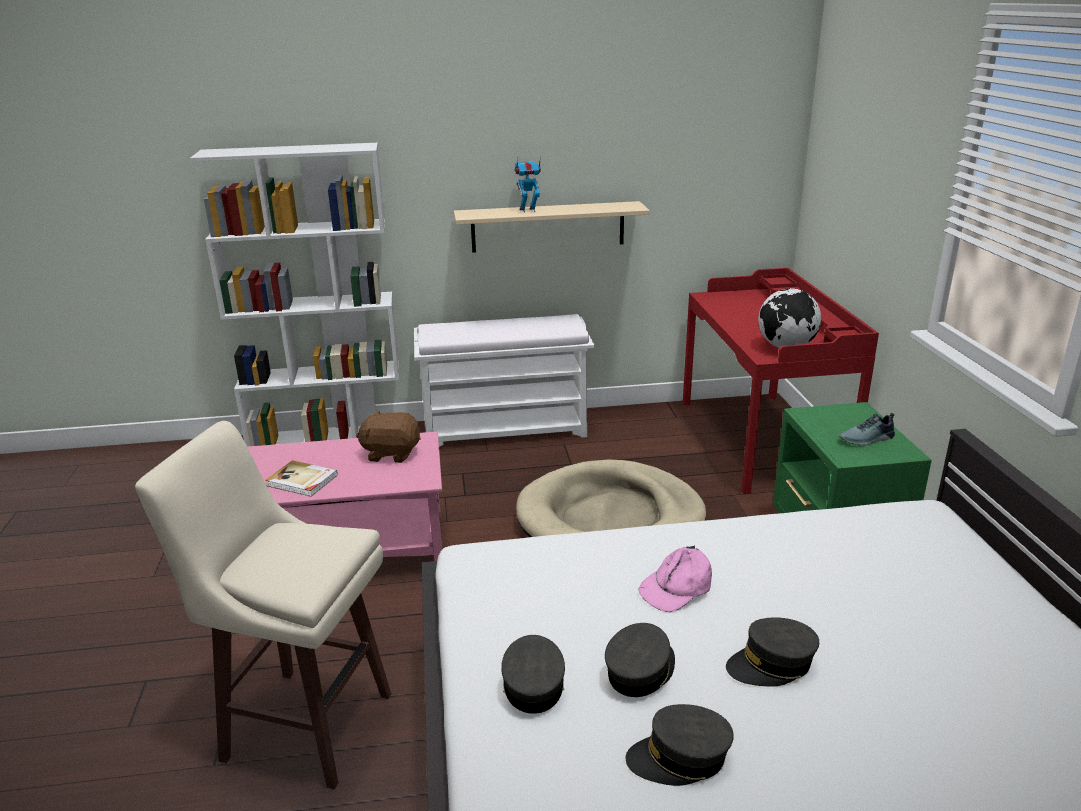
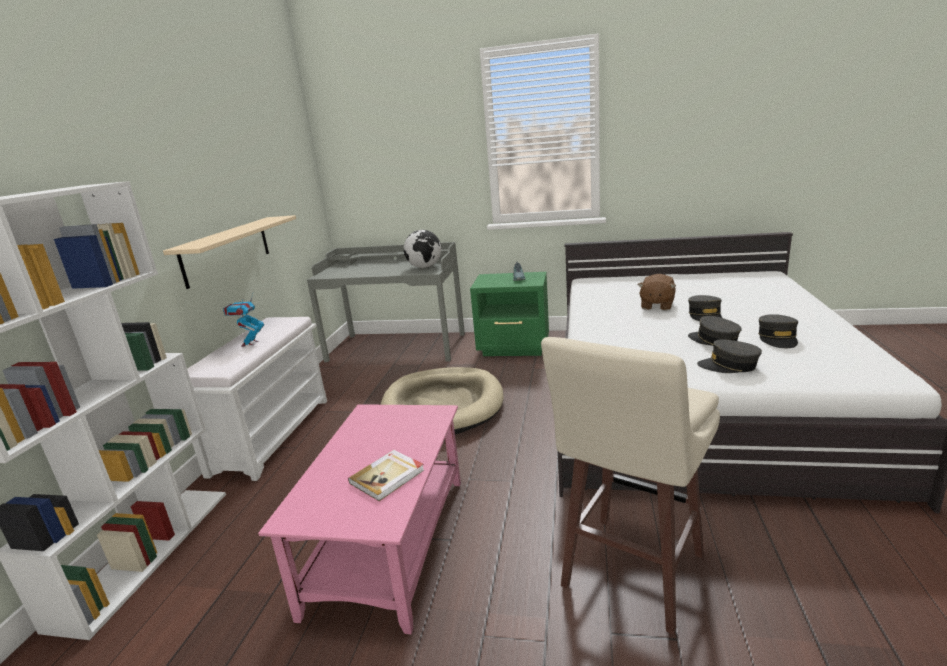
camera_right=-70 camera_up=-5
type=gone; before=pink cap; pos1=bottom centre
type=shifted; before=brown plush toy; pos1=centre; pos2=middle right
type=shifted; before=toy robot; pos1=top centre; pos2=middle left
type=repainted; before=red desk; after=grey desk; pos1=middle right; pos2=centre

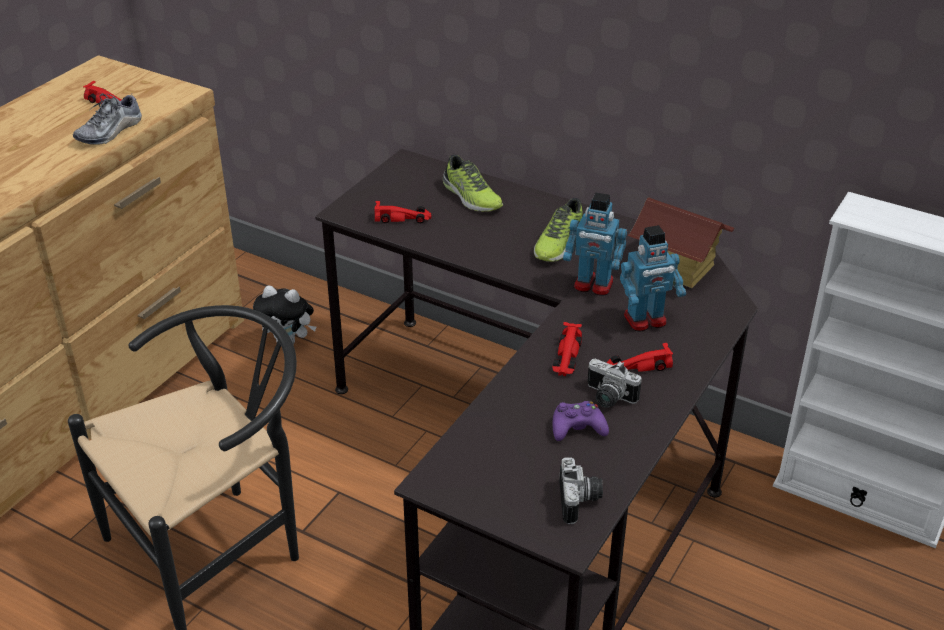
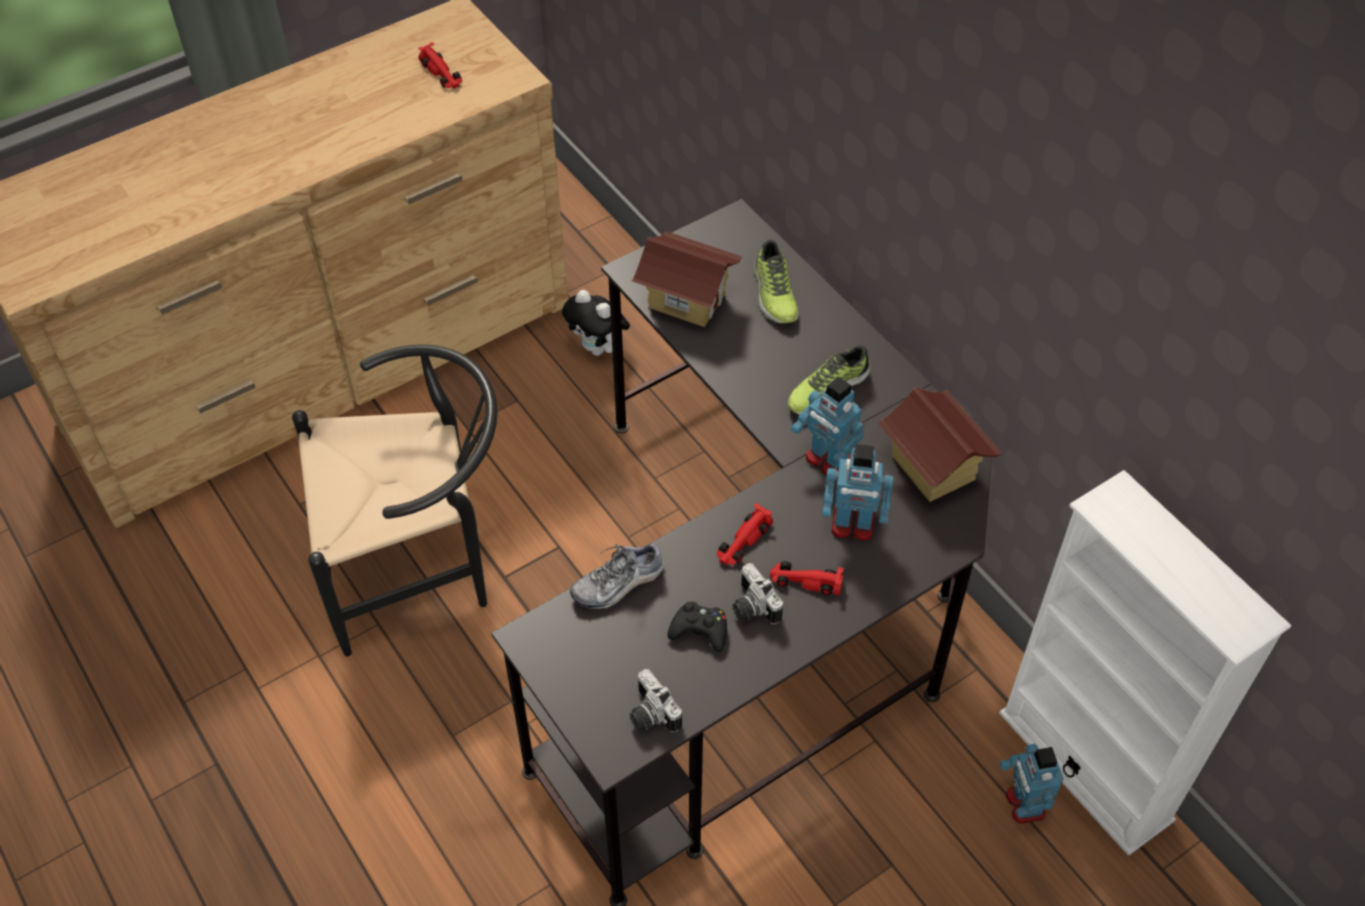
camera_right=25 camera_up=15
type=new; after=toy robot (no. 3 from left); pos2=bottom right
type=shifted; before=shoe (no. 1 from left); pos1=top left; pos2=centre
type=swapped; before=red toy car (no. 2 from left); after=toy house (no. 1 from left); pos1=centre; pos2=top centre
type=repainted; before=purple game controller; after=black game controller; pos1=bottom centre; pos2=bottom centre
type=rotated; before=photo camera (no. 1 from left); pos1=bottom centre; pos2=bottom centre; turn=120

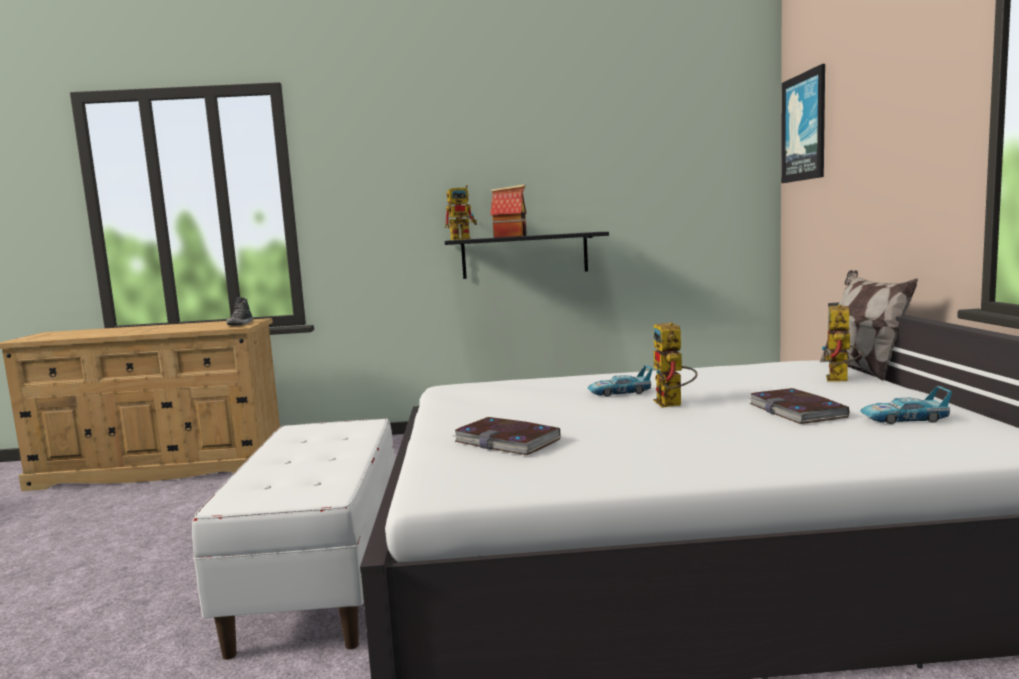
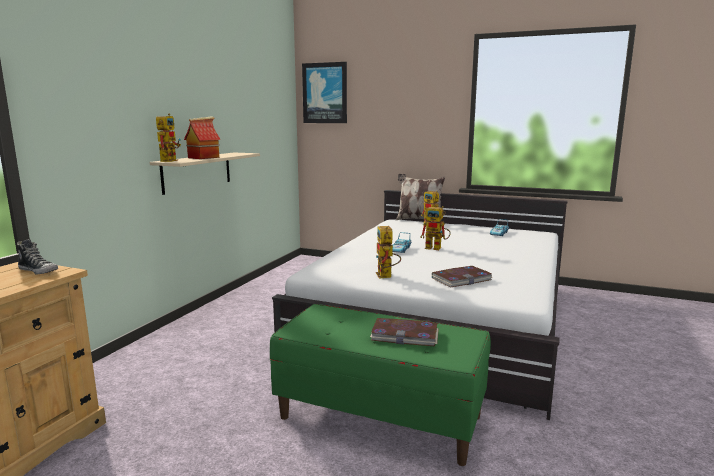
camera_right=-65 camera_up=5
type=new; after=toy robot (no. 2 from left); pos2=centre
type=shifted; before=book (no. 2 from left in the first image); after=book (no. 1 from left); pos1=middle right; pos2=bottom centre
type=repainted; before=white bench; after=green bench; pos1=bottom left; pos2=bottom centre
type=repainted; before=black shelf; after=beige shelf; pos1=centre; pos2=middle left

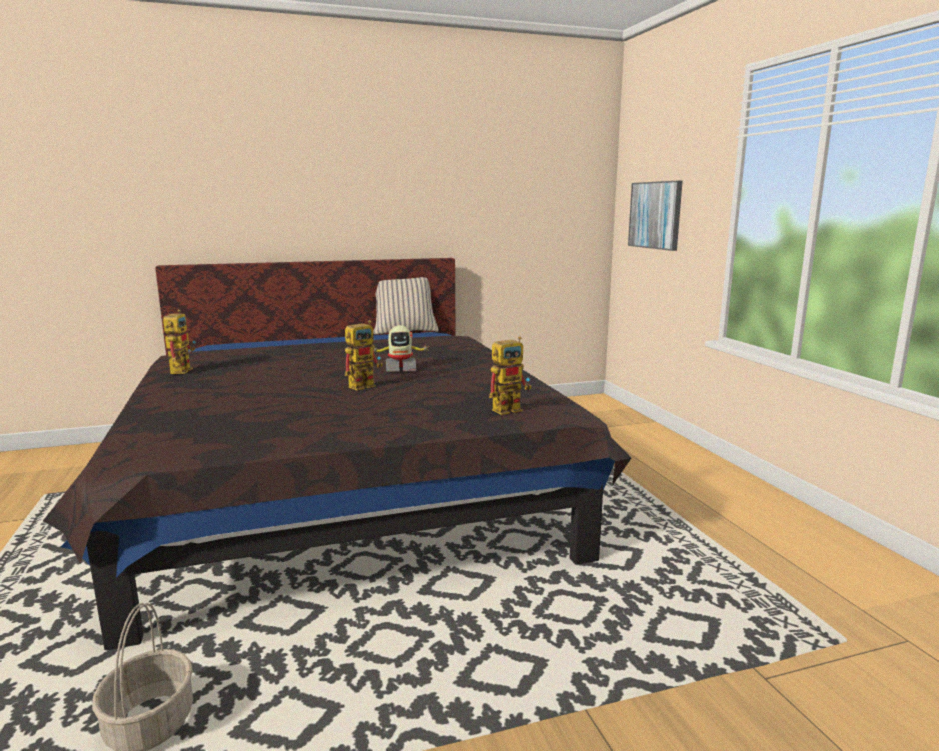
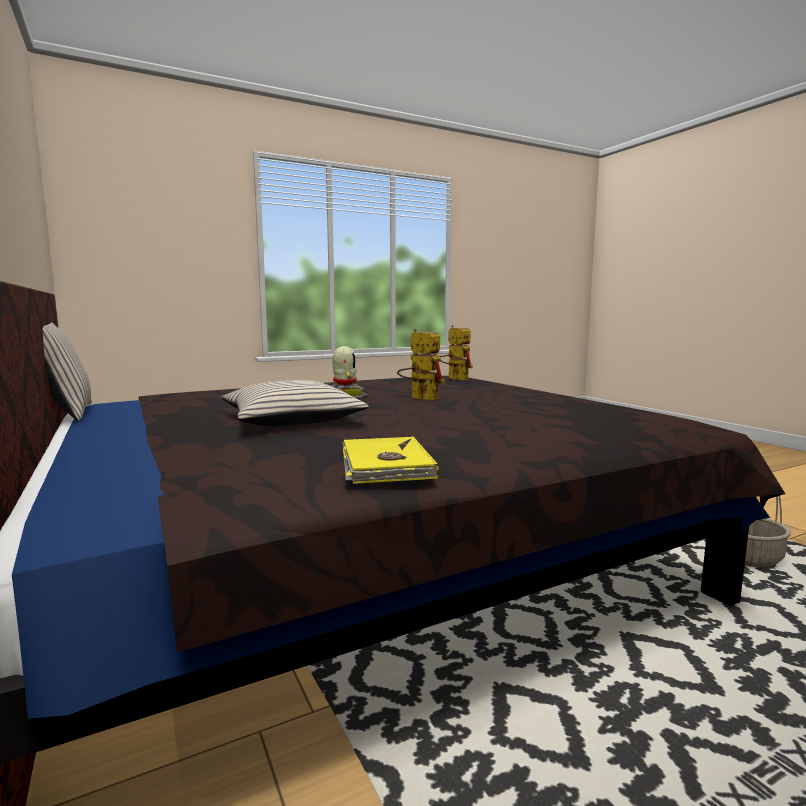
camera_right=-100 camera_up=-5
type=gone; before=picture; pos1=top right
type=new; after=beige pillow (no. 2 from left); pos2=centre
type=swapped; before=toy robot (no. 1 from left); after=yellow book; pos1=middle left; pos2=centre

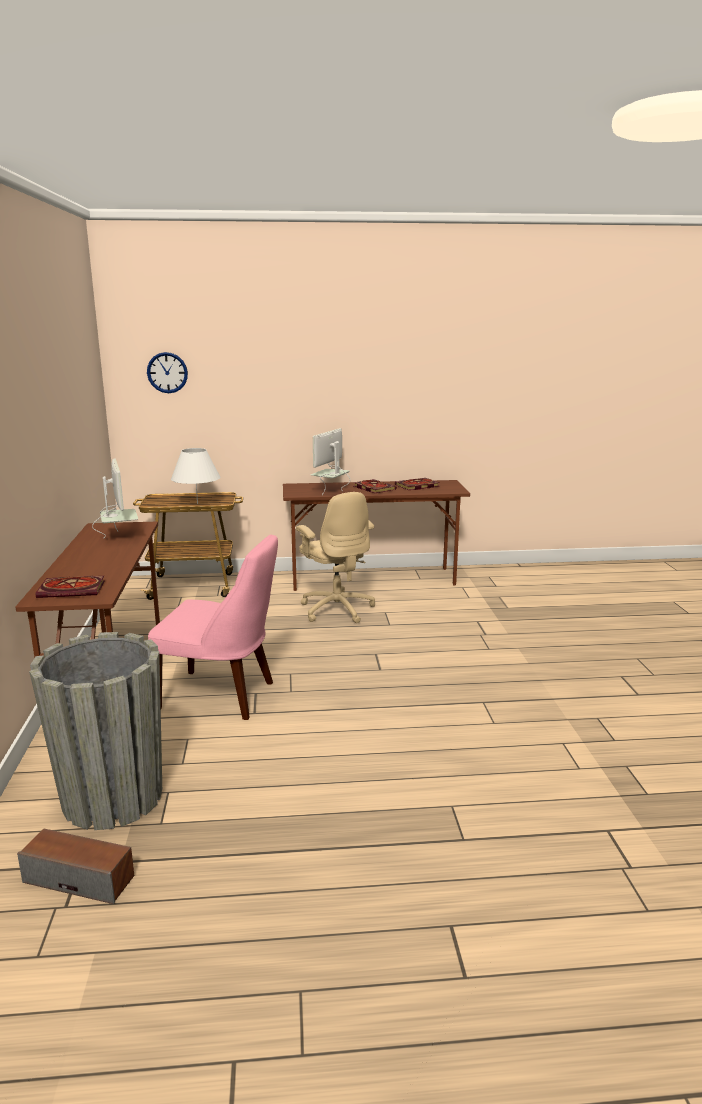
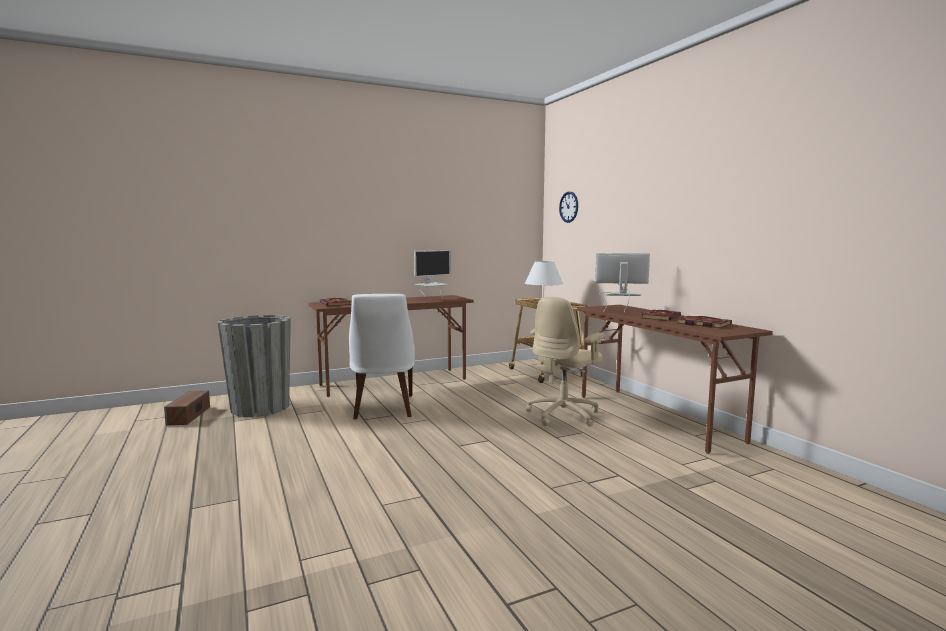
camera_right=70 camera_up=-10
type=repainted; before=pink chair; after=white chair; pos1=middle left; pos2=centre

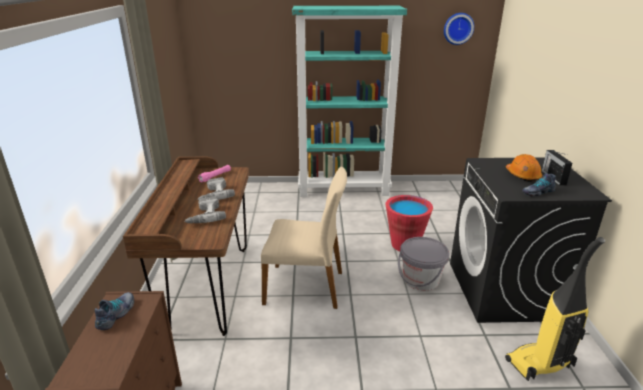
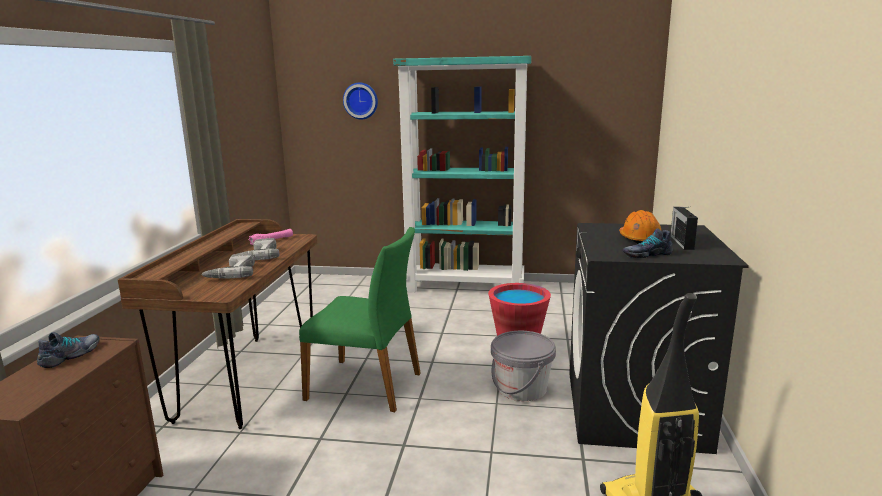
camera_right=10 camera_up=-10
type=shifted; before=wall clock; pos1=top right; pos2=top centre
type=repainted; before=beige chair; after=green chair; pos1=centre; pos2=centre

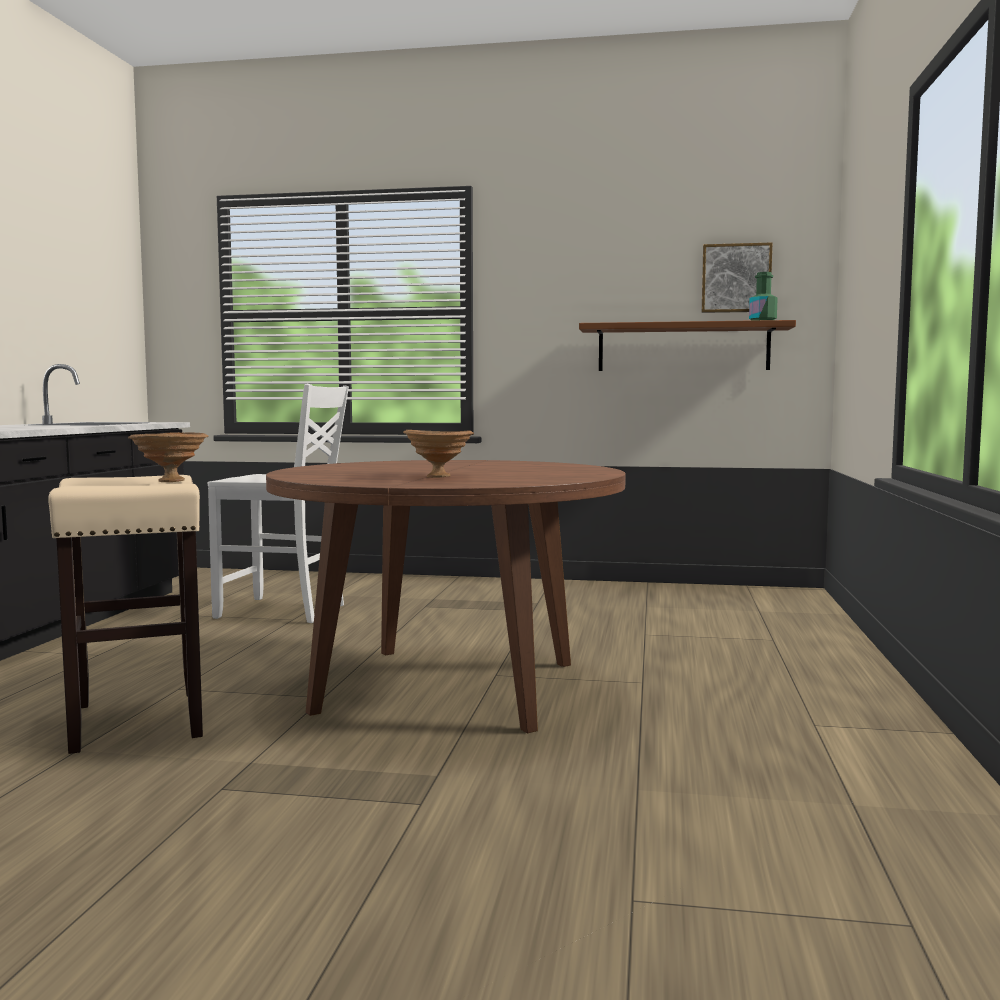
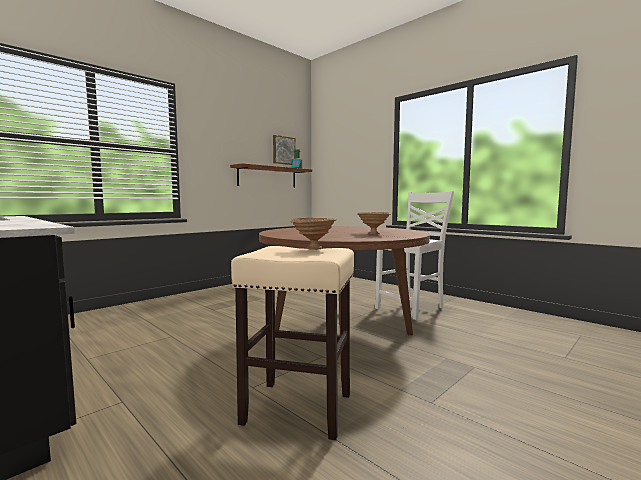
camera_right=-55 camera_up=0
type=shifted; before=white chair; pos1=middle left; pos2=centre

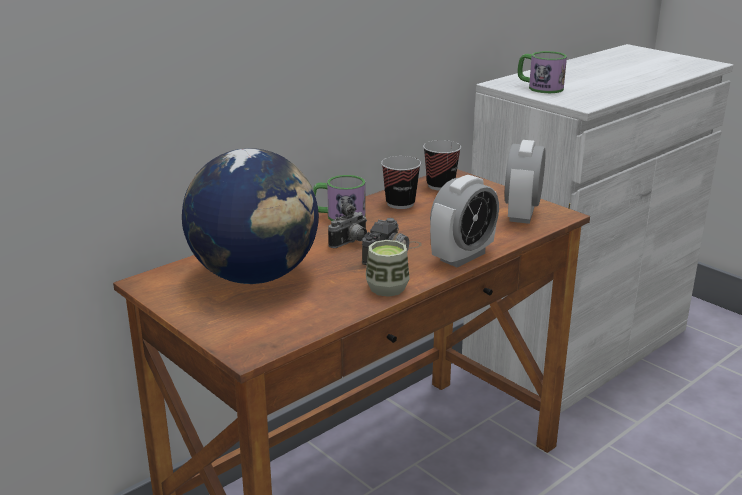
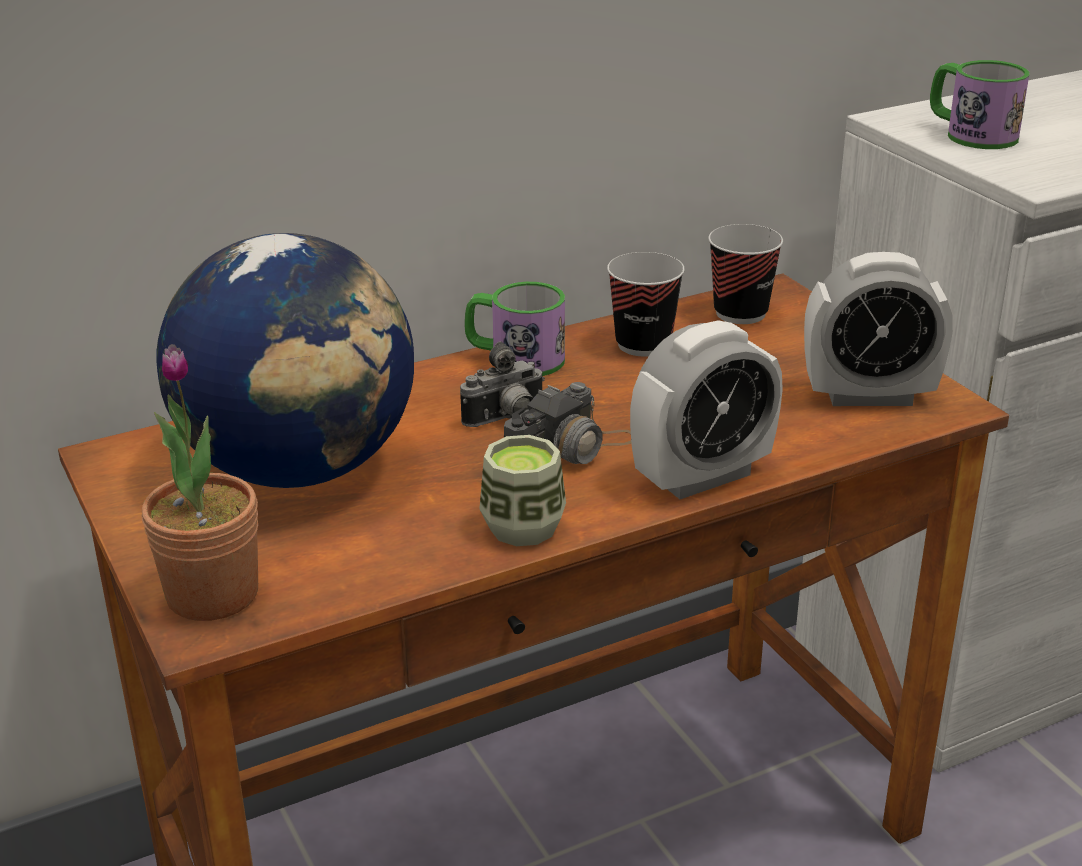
camera_right=15 camera_up=5
type=new; after=potted plant; pos2=middle left
type=rotated; before=alarm clock (no. 2 from left); pos1=middle right; pos2=middle right; turn=-120

